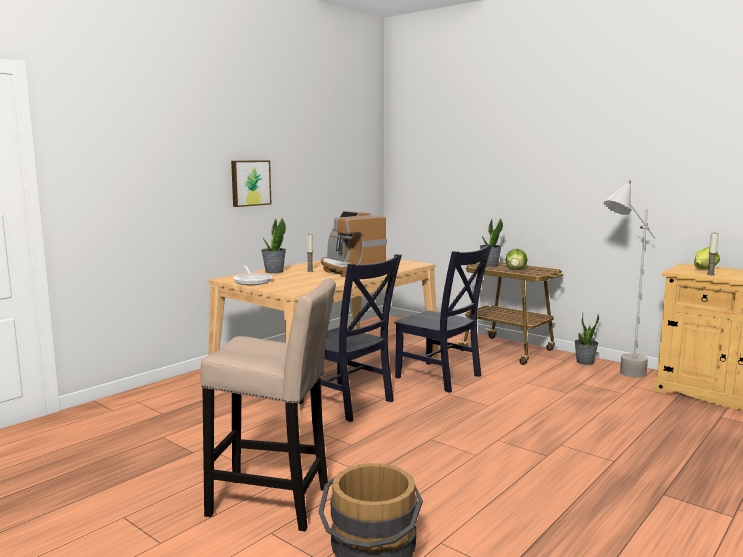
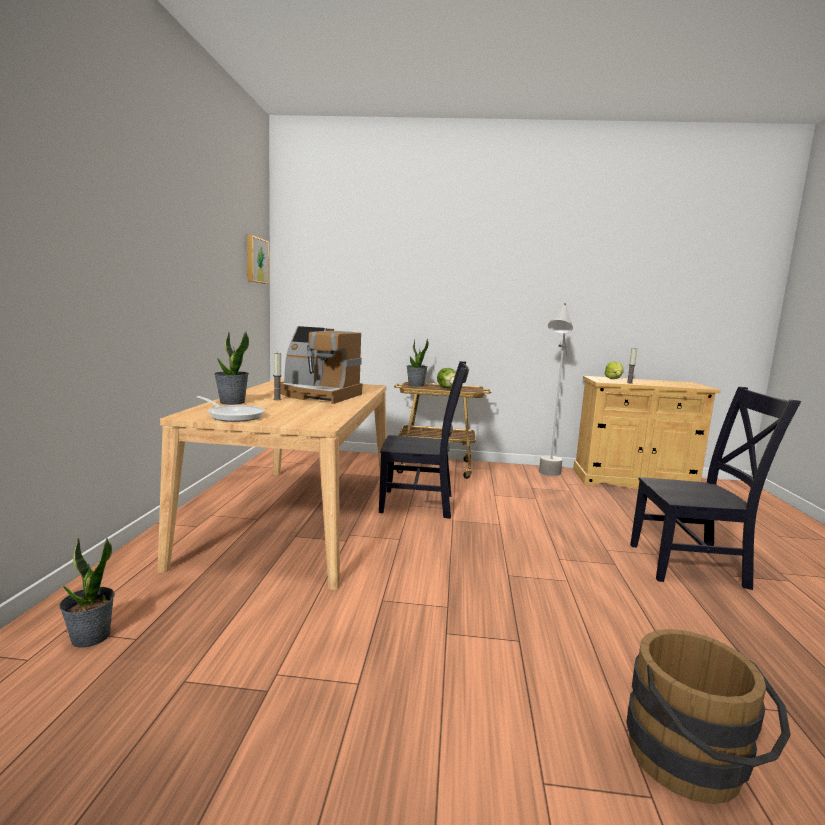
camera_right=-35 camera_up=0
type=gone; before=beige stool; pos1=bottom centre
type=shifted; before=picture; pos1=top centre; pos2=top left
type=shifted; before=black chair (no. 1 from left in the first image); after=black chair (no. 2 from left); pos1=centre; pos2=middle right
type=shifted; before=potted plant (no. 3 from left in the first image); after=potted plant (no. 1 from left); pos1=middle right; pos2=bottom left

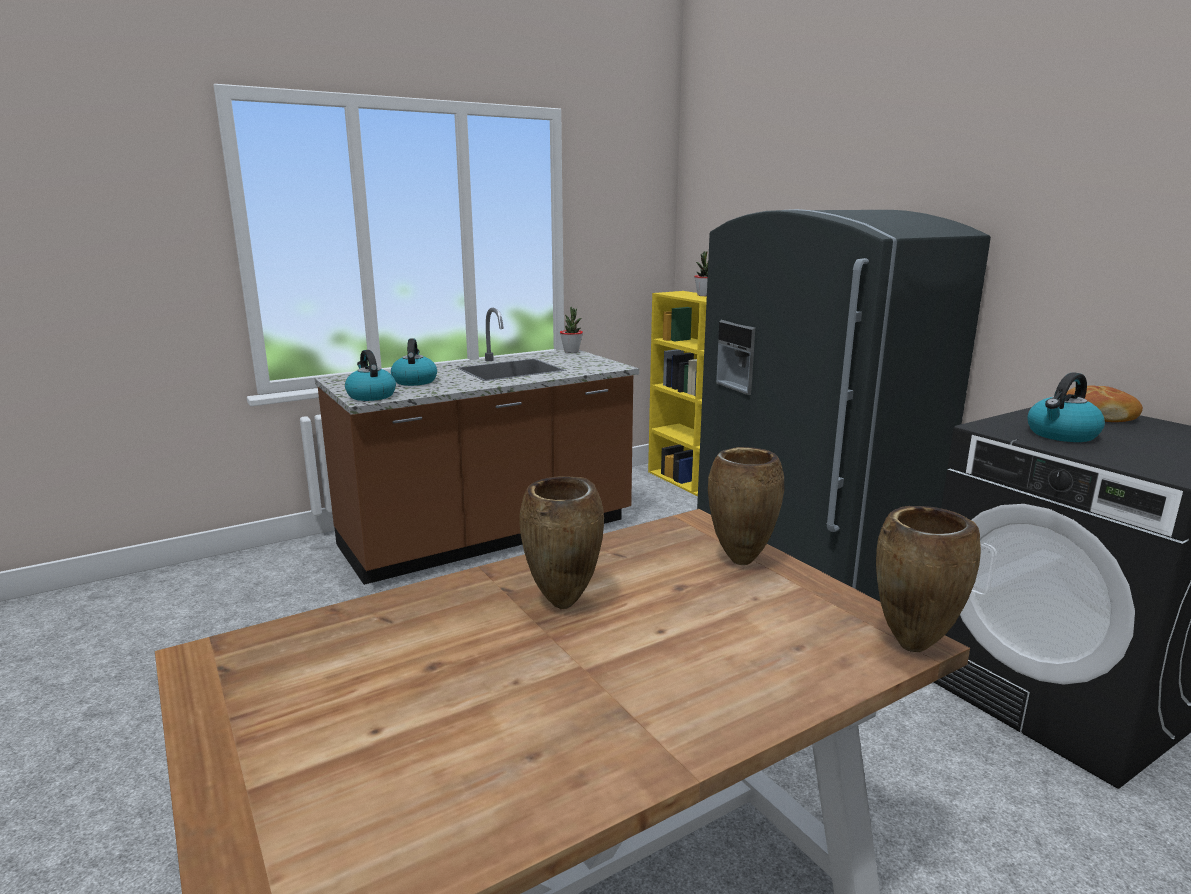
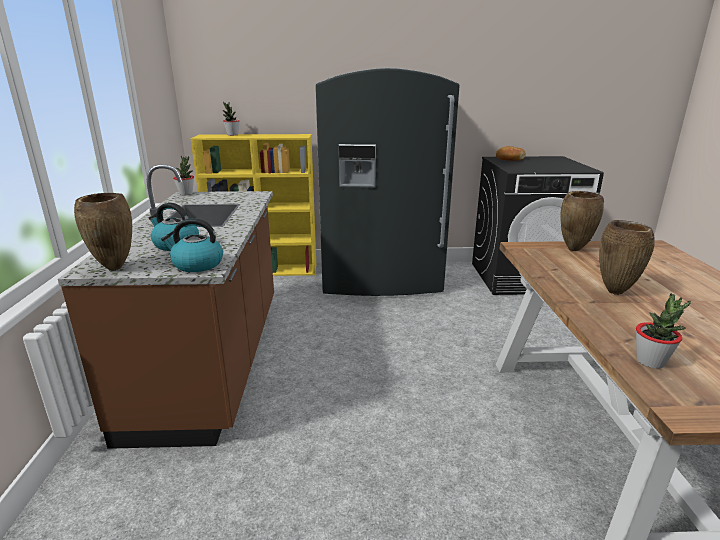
camera_right=-60 camera_up=5
type=gone; before=kettle (no. 3 from left); pos1=middle right
type=new; after=potted plant (no. 3 from left); pos2=middle right
type=shifted; before=brown vase (no. 3 from left in the first image); after=brown vase (no. 1 from left); pos1=middle right; pos2=middle left

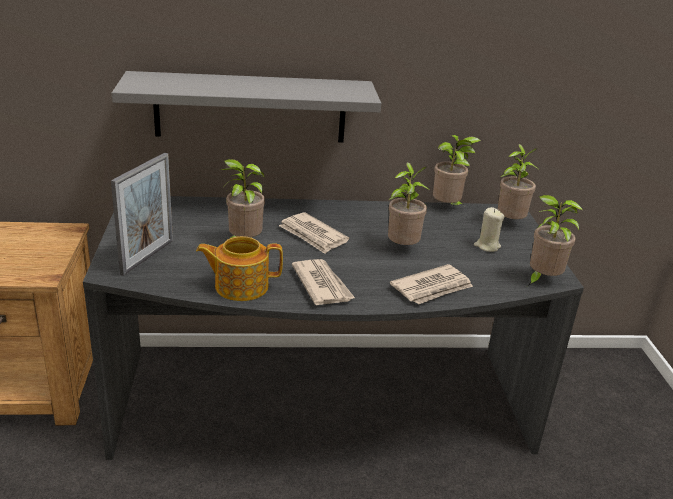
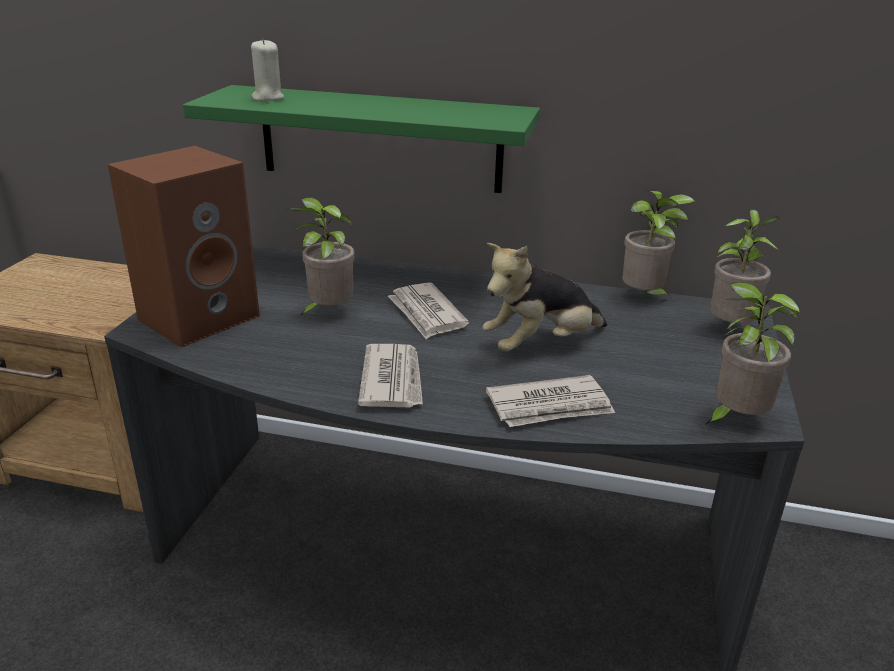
camera_right=20 camera_up=0
type=gone; before=teapot; pos1=centre
type=shifted; before=beige candle; pos1=middle right; pos2=top left
type=swapped; before=picture frame; after=brown speaker; pos1=middle left; pos2=middle left
type=swapped; before=potted plant (no. 2 from left); after=plush toy; pos1=centre; pos2=centre
type=repainted; before=grey shelf; after=green shelf; pos1=top centre; pos2=top centre

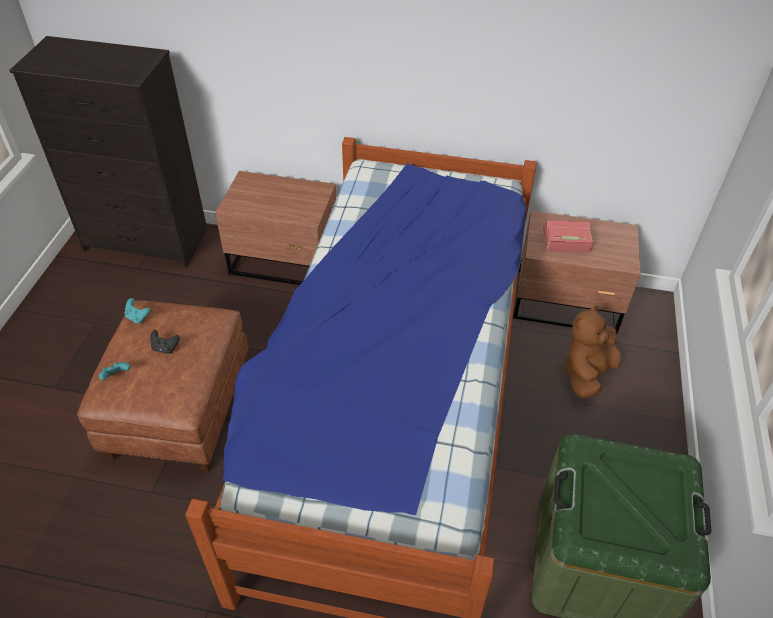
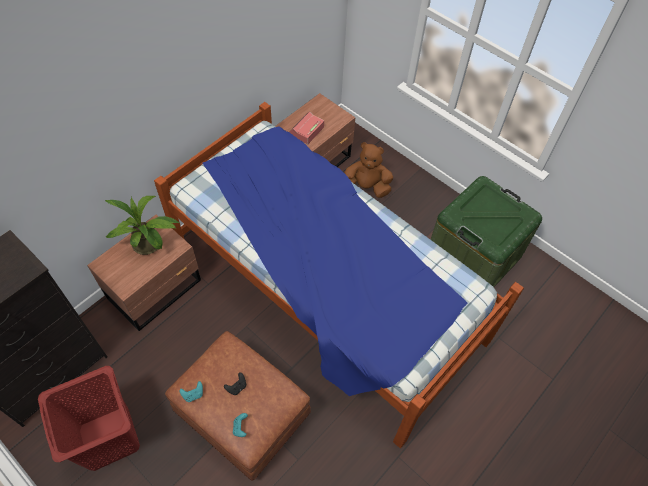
camera_right=-60 camera_up=10
type=new; after=red laundry basket; pos2=bottom left
type=new; after=potted plant; pos2=middle left
type=rotated; before=brown plush toy; pos1=middle right; pos2=centre; turn=120

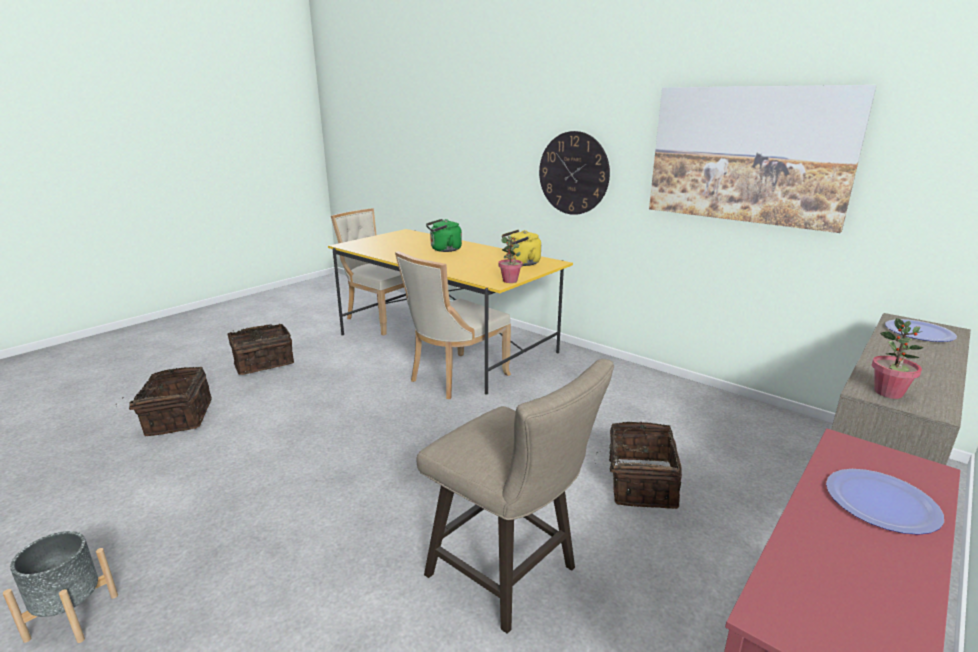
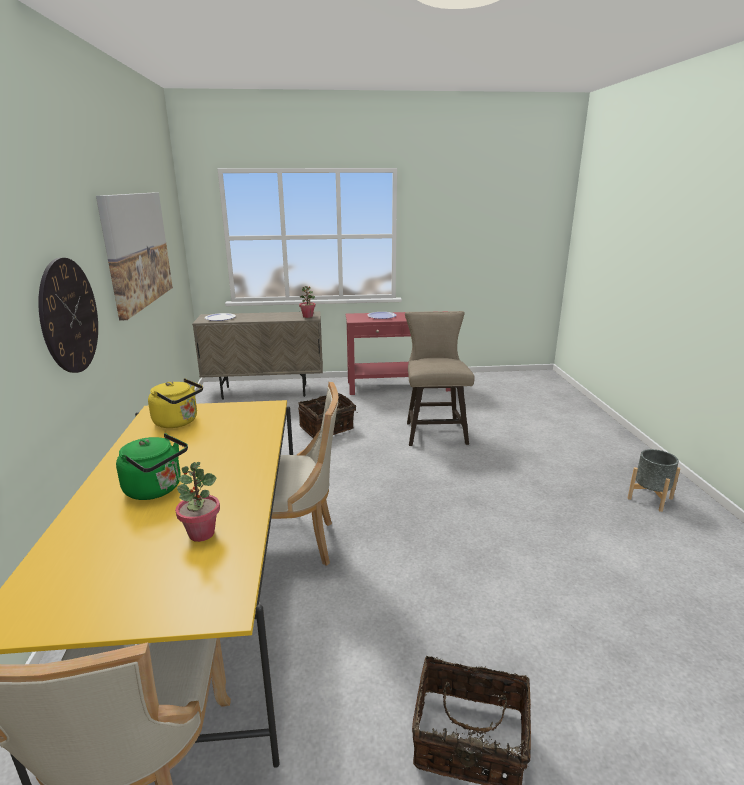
camera_right=-135 camera_up=0
type=gone; before=basket (no. 1 from left); pos1=middle left
type=shifted; before=potted plant (no. 1 from left); pos1=centre; pos2=middle left

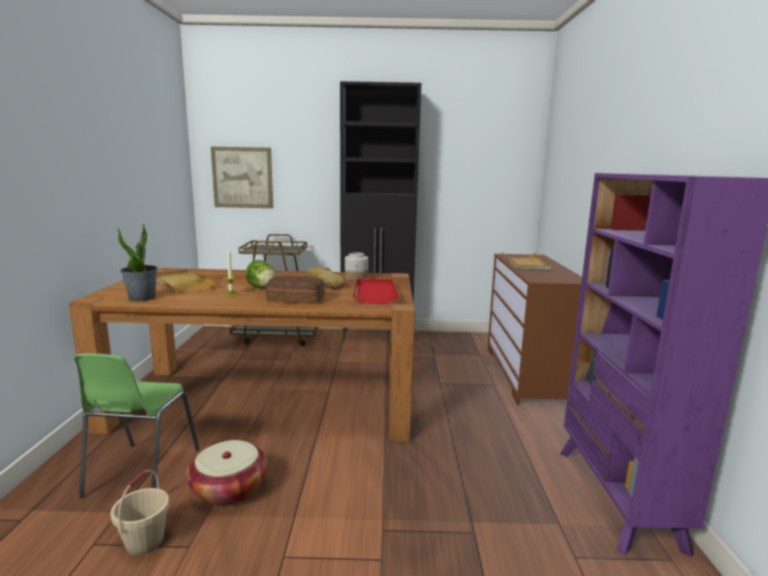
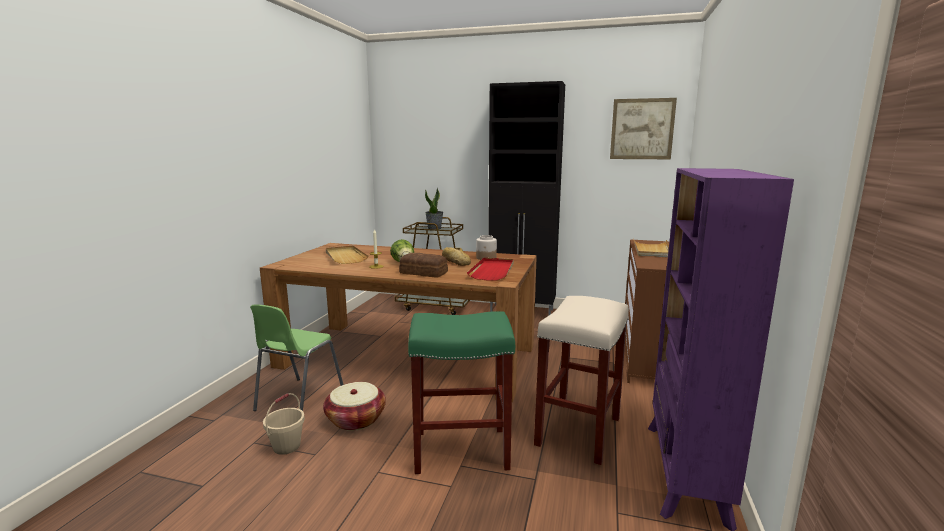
camera_right=15 camera_up=0
type=new; after=green stool; pos2=bottom centre
type=new; after=beige stool; pos2=bottom centre
type=shifted; before=potted plant; pos1=middle left; pos2=centre
type=shifted; before=picture; pos1=top left; pos2=top right

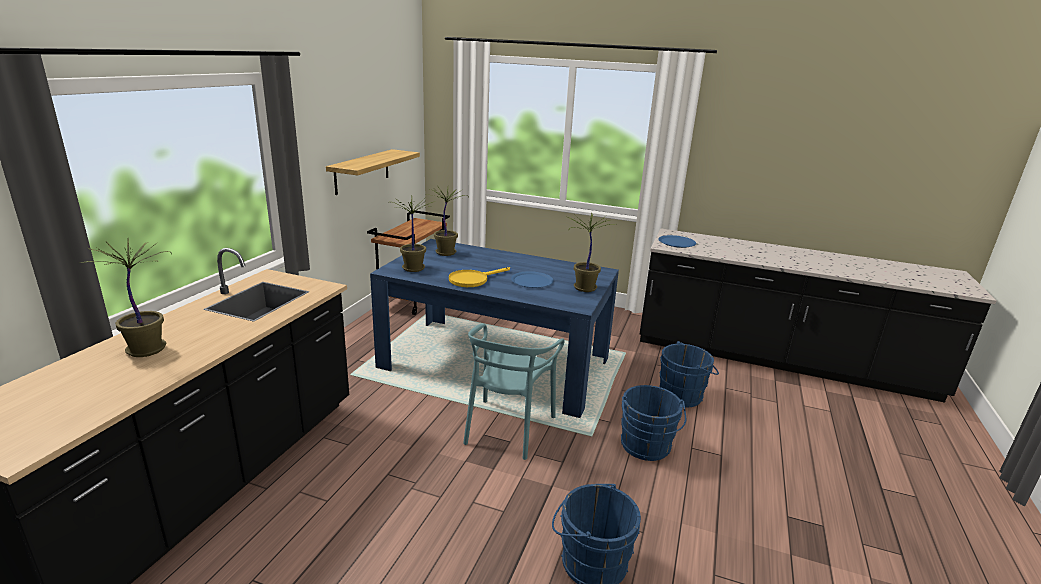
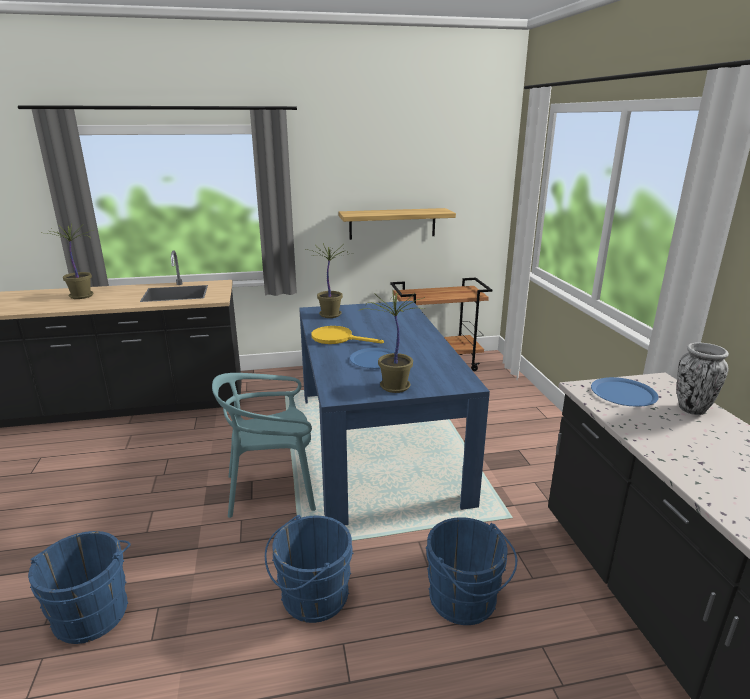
camera_right=60 camera_up=0
type=gone; before=potted plant (no. 3 from left); pos1=centre
type=new; after=vase; pos2=middle right

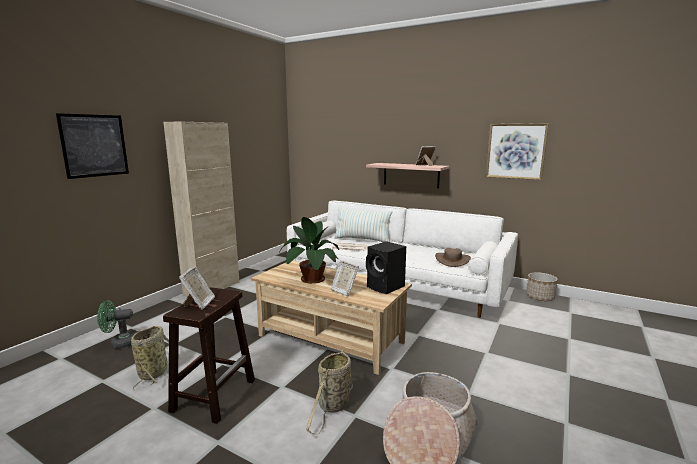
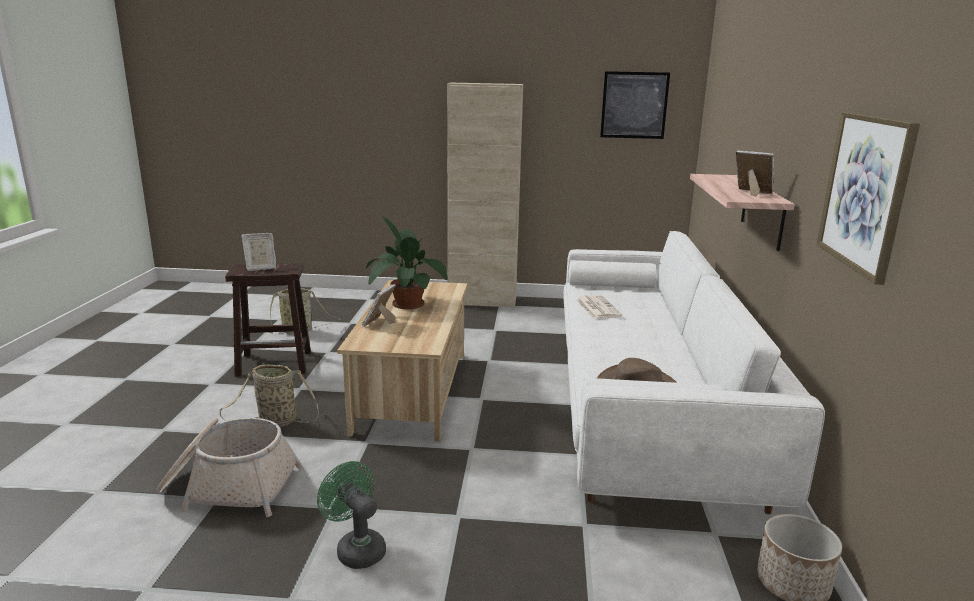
camera_right=65 camera_up=5
type=gone; before=pillow; pos1=centre
type=gone; before=black speaker; pos1=centre
type=shifted; before=picture (no. 1 from left); pos1=top left; pos2=top centre
type=shifted; before=green fan; pos1=bottom left; pos2=bottom centre

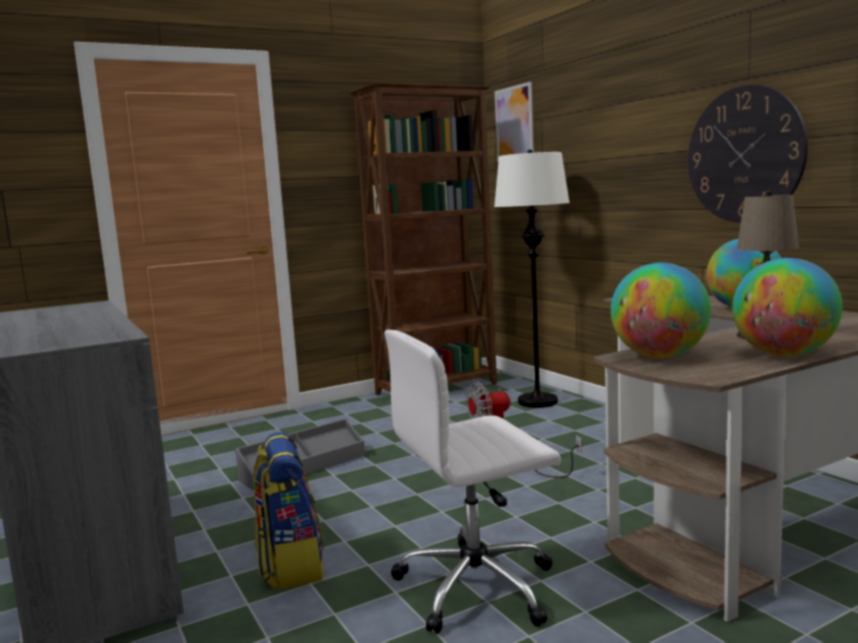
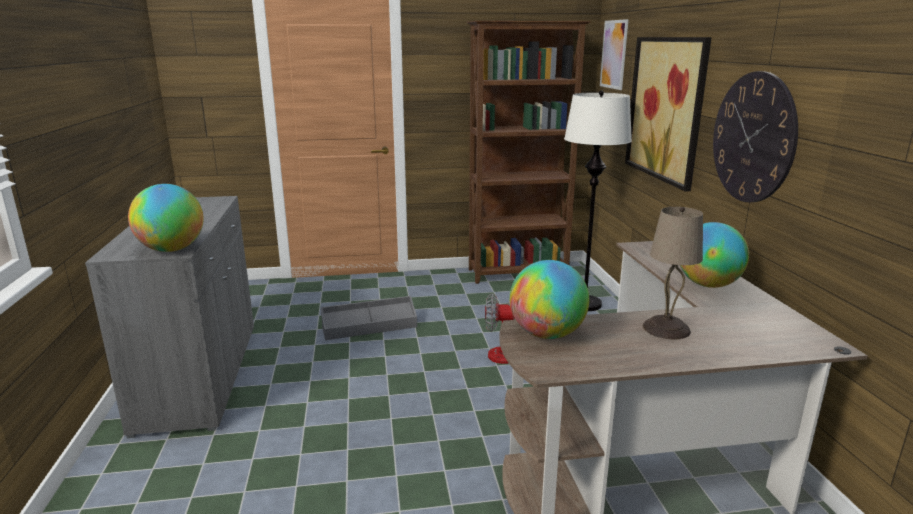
camera_right=20 camera_up=10
type=gone; before=backpack; pos1=bottom centre
type=gone; before=white office chair; pos1=bottom centre
type=new; after=picture (no. 2 from left); pos2=top right
type=shifted; before=globe (no. 3 from left in the first image); after=globe (no. 1 from left); pos1=middle right; pos2=middle left

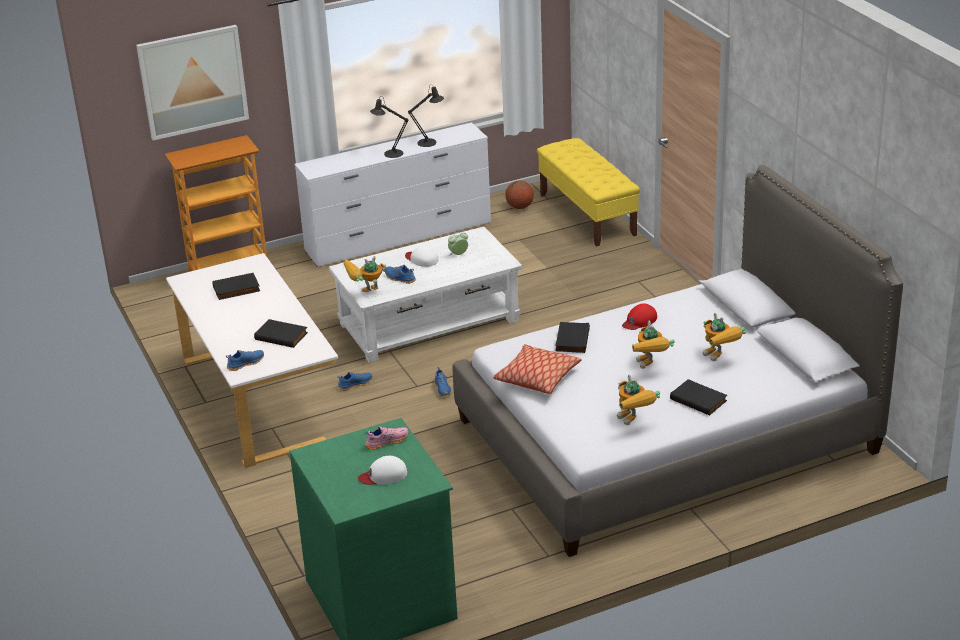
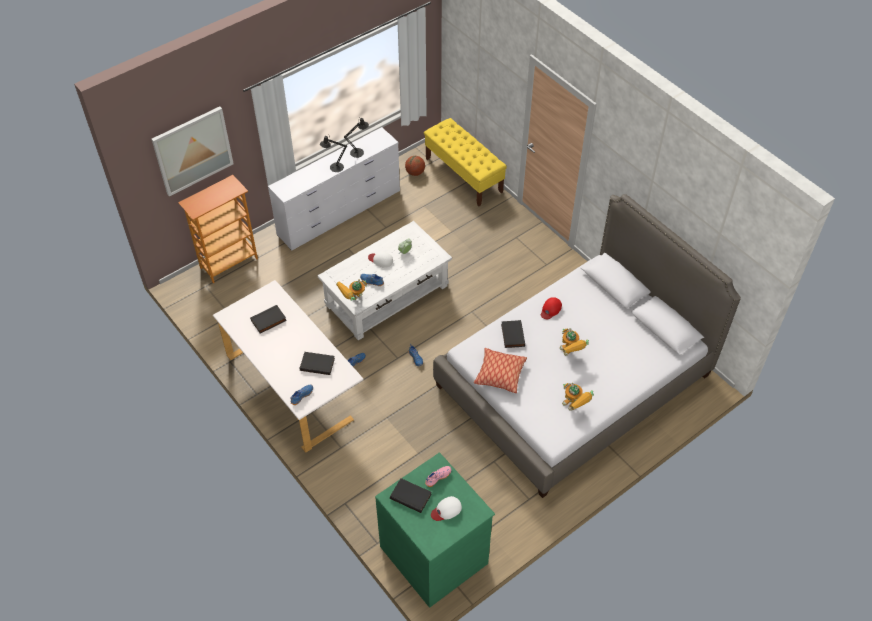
camera_right=-15 camera_up=20
type=gone; before=toy robot (no. 4 from left); pos1=middle right
type=shifted; before=black book (no. 4 from left in the first image); after=black book (no. 3 from left); pos1=middle right; pos2=bottom centre

